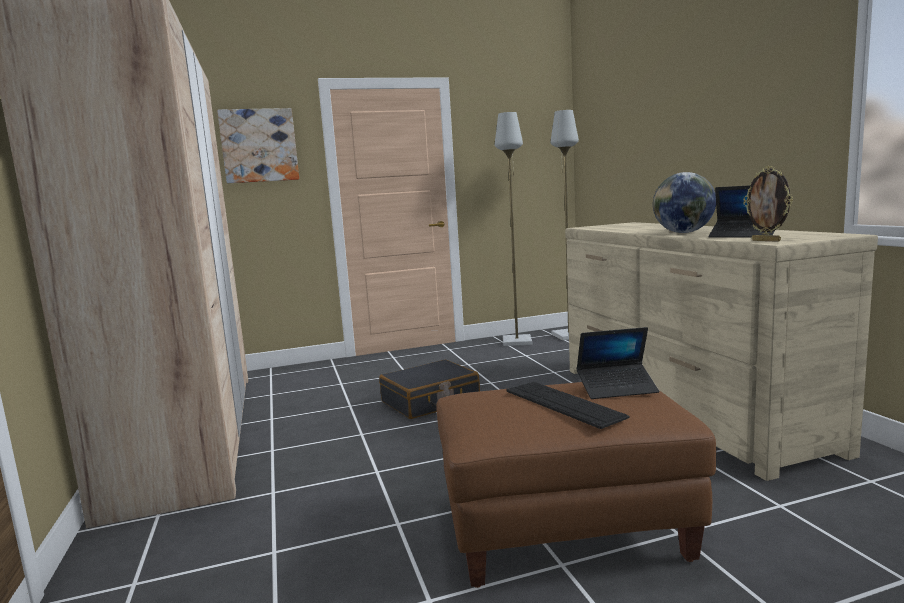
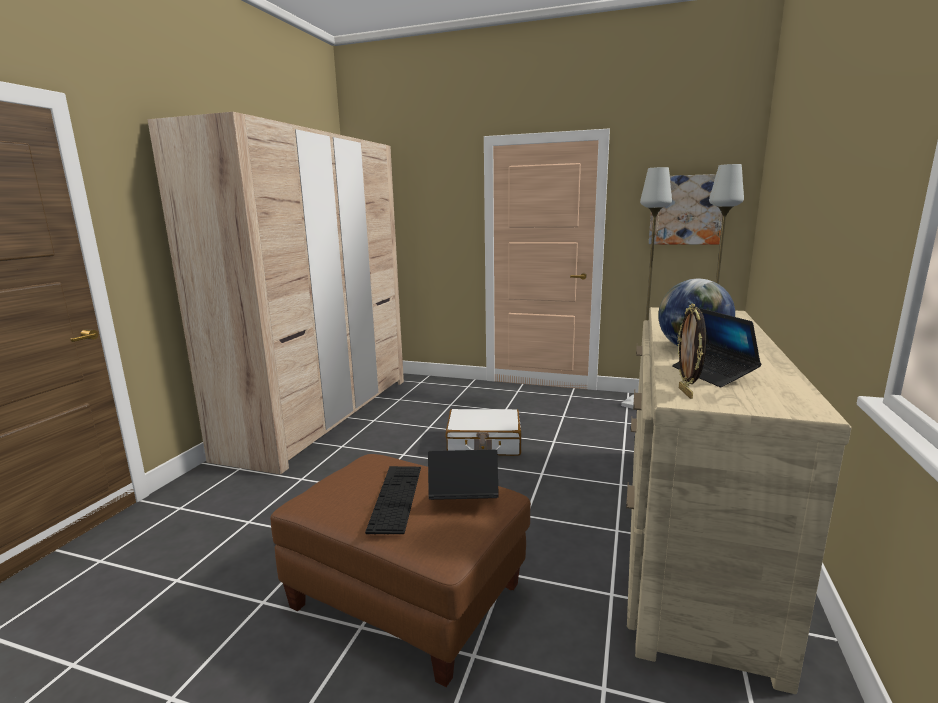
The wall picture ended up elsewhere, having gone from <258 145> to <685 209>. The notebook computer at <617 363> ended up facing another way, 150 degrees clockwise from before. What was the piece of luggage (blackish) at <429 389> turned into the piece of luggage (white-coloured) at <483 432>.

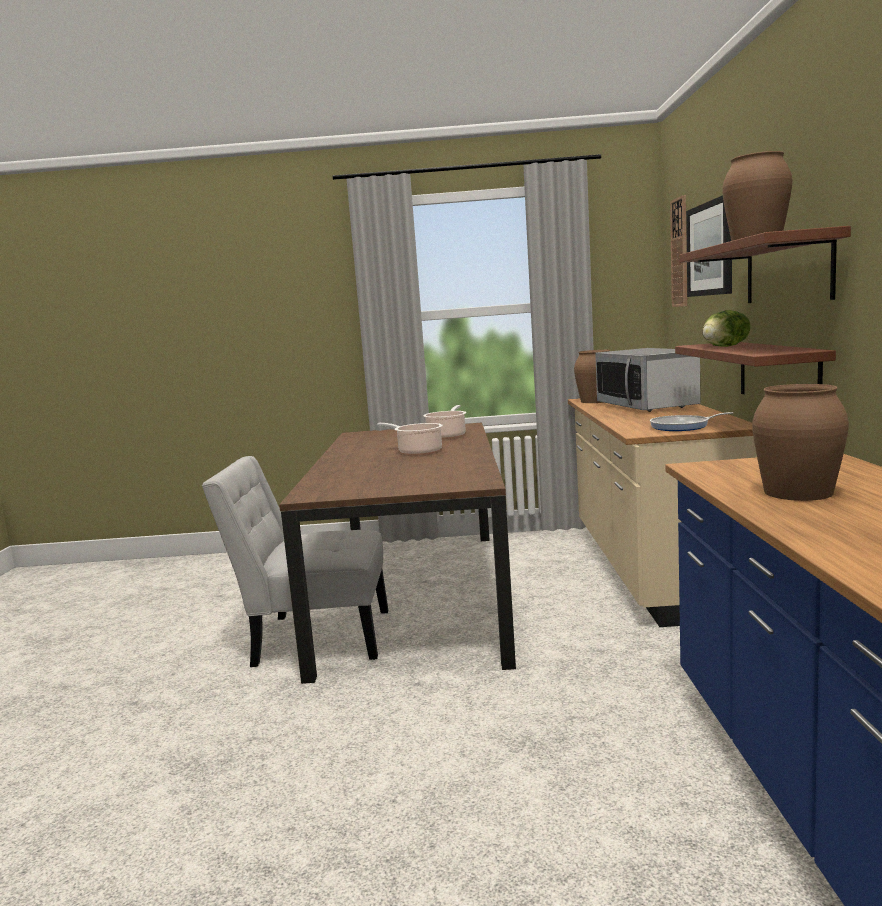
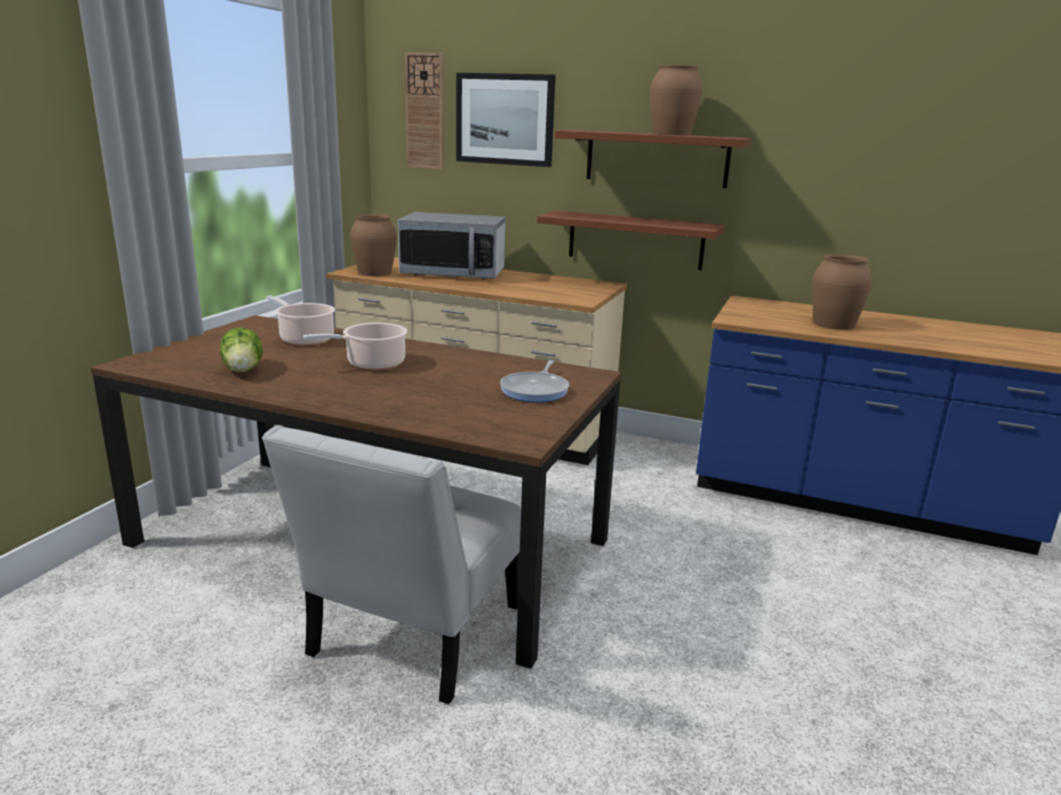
The lettuce ended up elsewhere, having gone from <726 328> to <241 349>. The skillet ended up elsewhere, having gone from <691 421> to <534 381>.

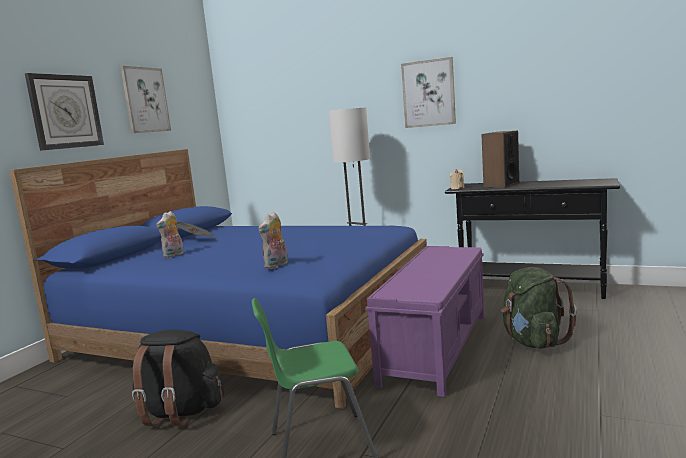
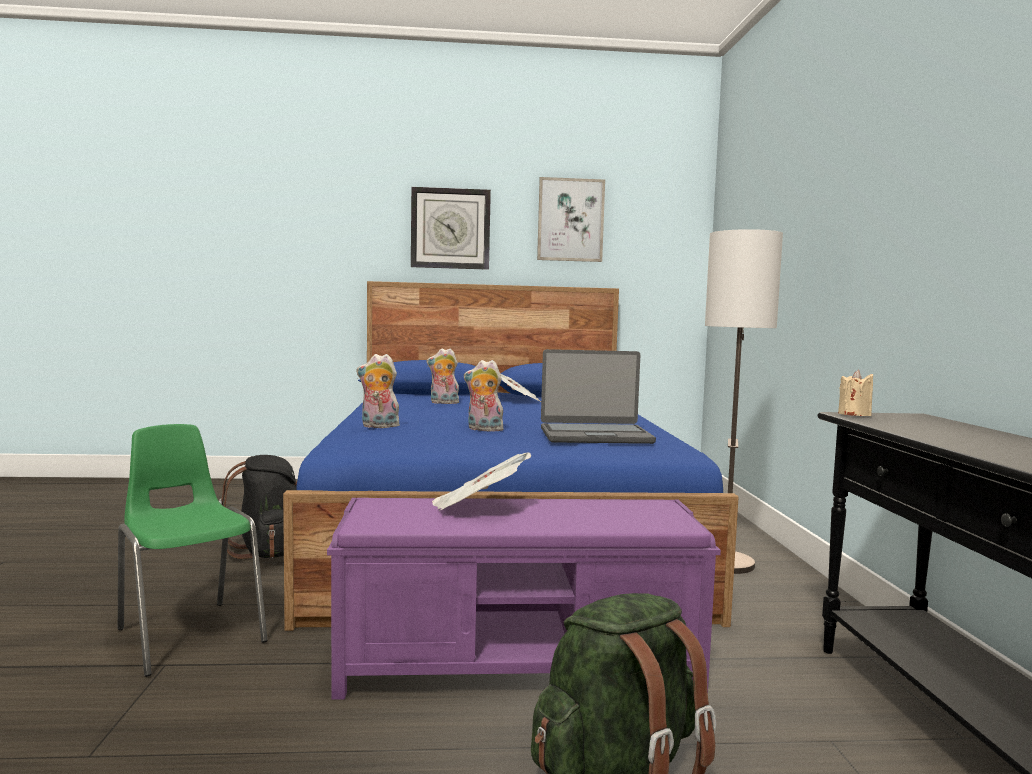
The second view lost the wall picture at <428 92>. The second view lost the speaker at <500 159>. The second view gained the notebook computer at <598 396>. The second view gained the cuddly toy at <484 396>. The second view gained the daily paper at <481 482>.

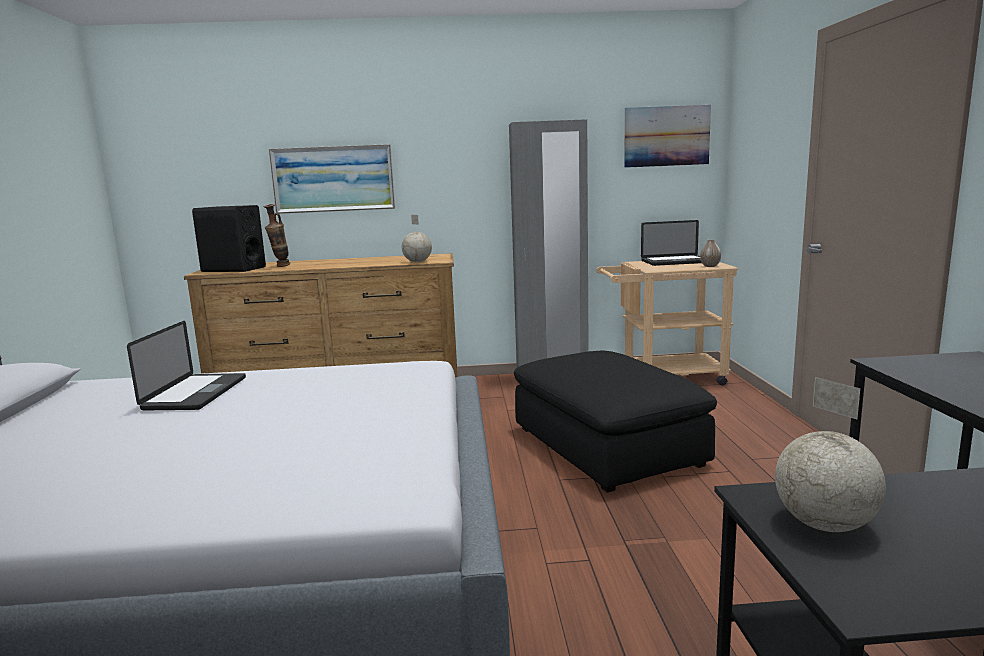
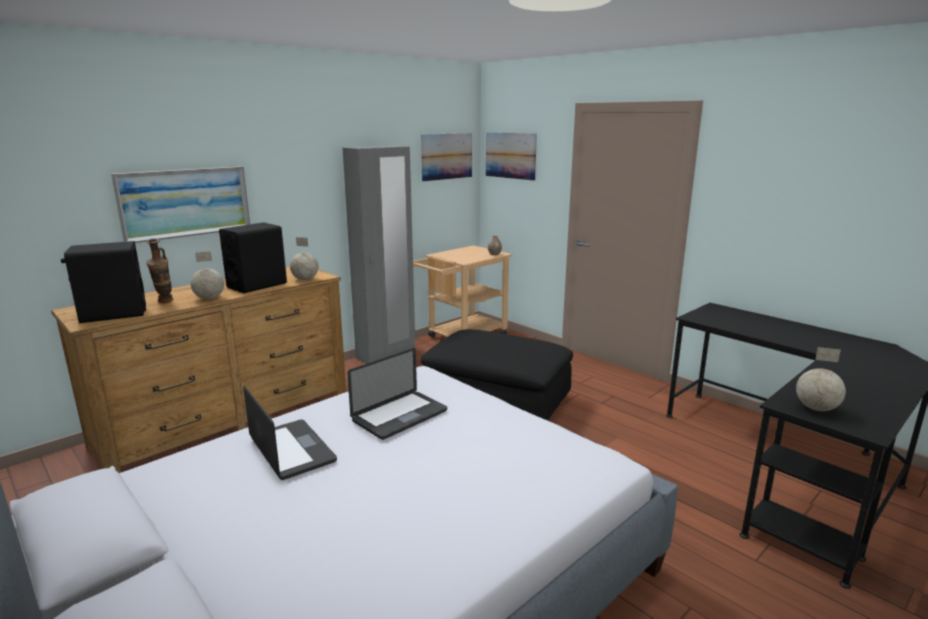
The notebook computer ended up elsewhere, having gone from <671 243> to <397 394>. The second view gained the wall picture at <511 156>. The second view gained the speaker (blackish) at <253 257>. The second view gained the desk globe at <207 275>.

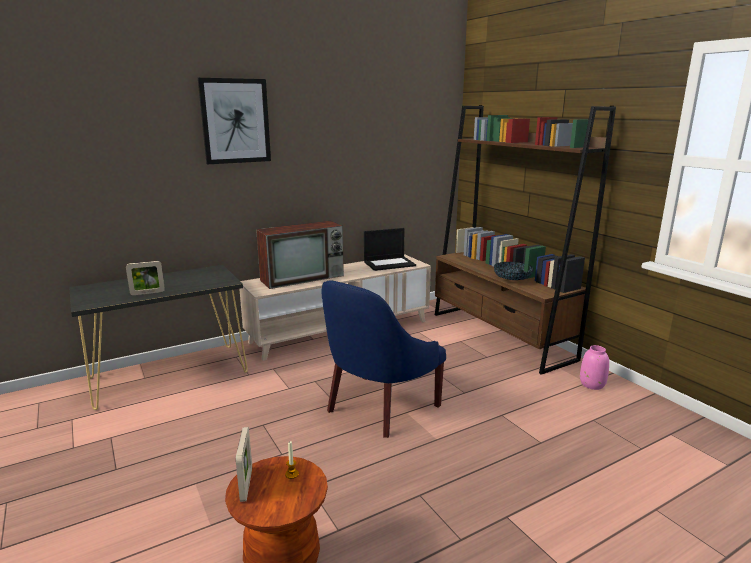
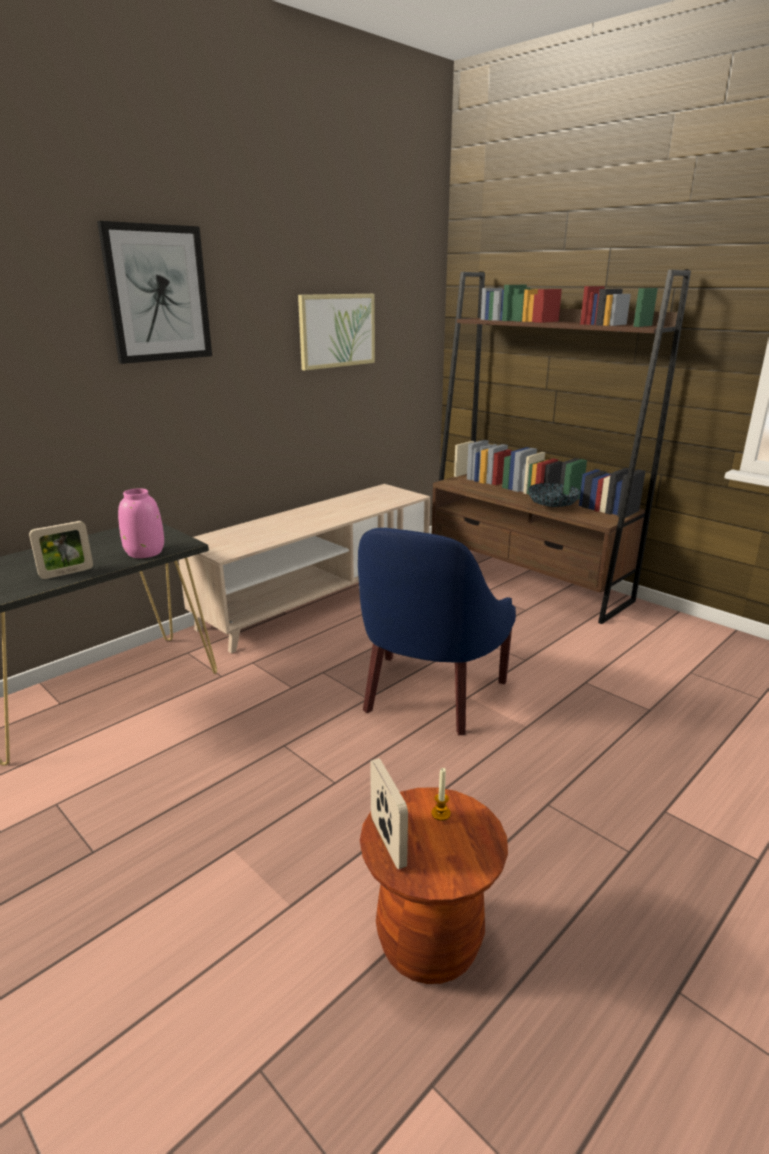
The second view lost the TV at <300 255>. The second view lost the notebook computer at <390 249>. The decorative vase (pink) ended up elsewhere, having gone from <594 367> to <141 523>. The second view gained the wall picture at <336 332>.

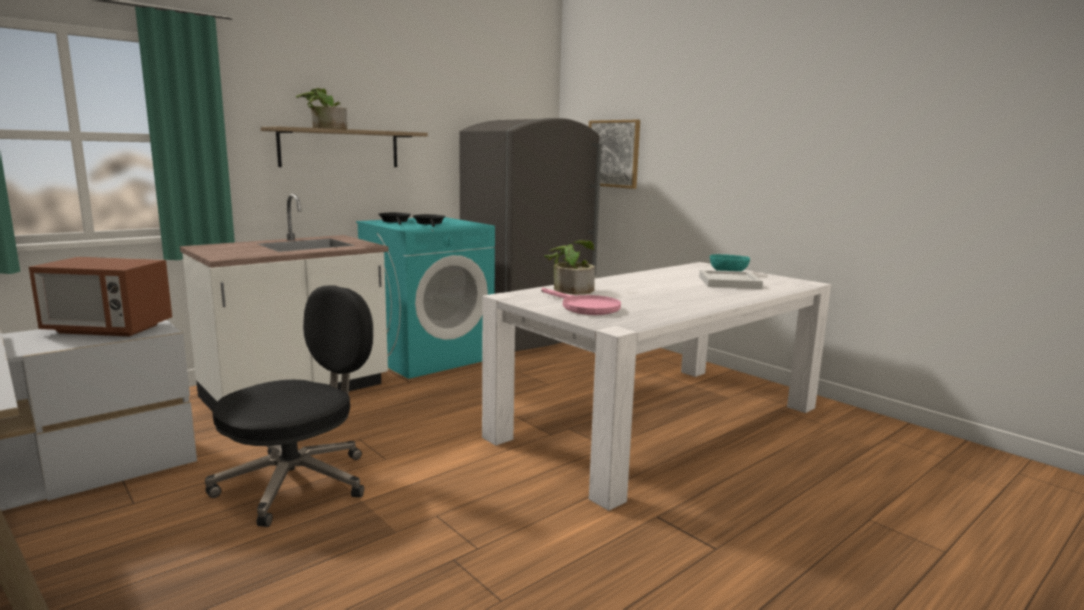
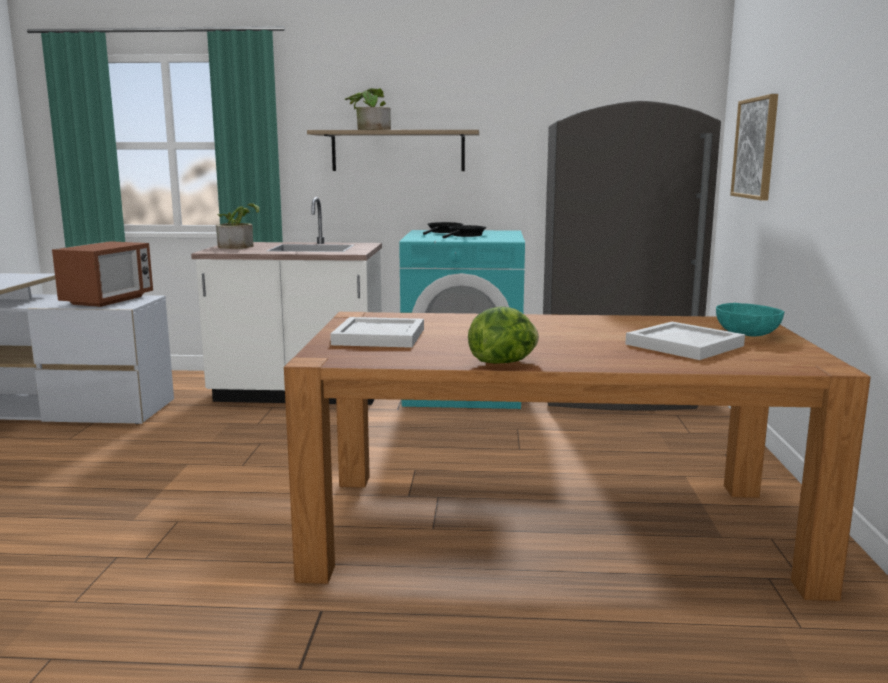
The houseplant ended up elsewhere, having gone from <569 267> to <238 226>. The kitchen microwave at <100 296> ended up facing another way, 120 degrees counterclockwise from before. What was the dining table (white-coloured) at <656 386> turned into the dining table (brown-coloured) at <577 456>. The second view lost the desk chair (blackish) at <289 406>. Where the skillet (pink) stood at <581 301>, the serving tray (white-coloured) came to stand at <377 332>. The second view gained the lettuce at <503 335>.

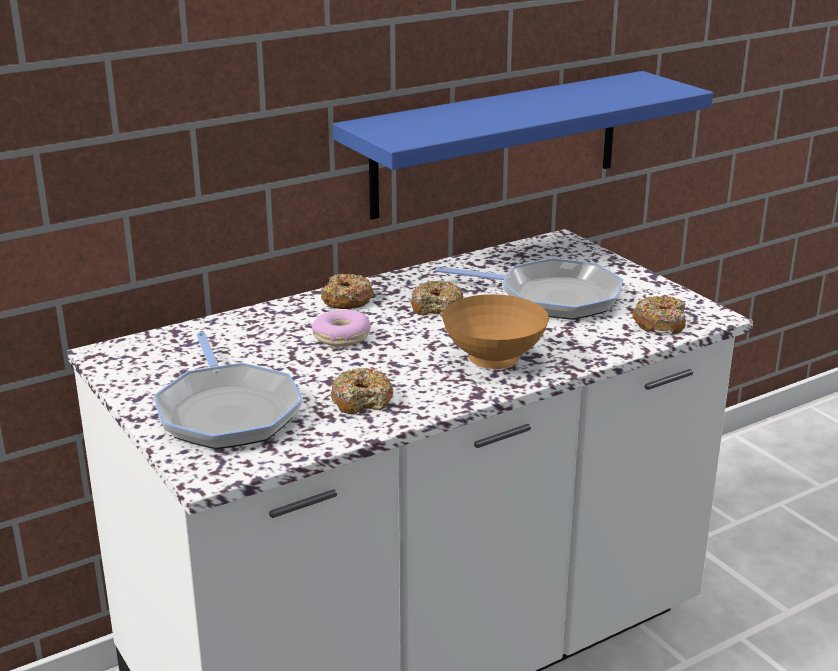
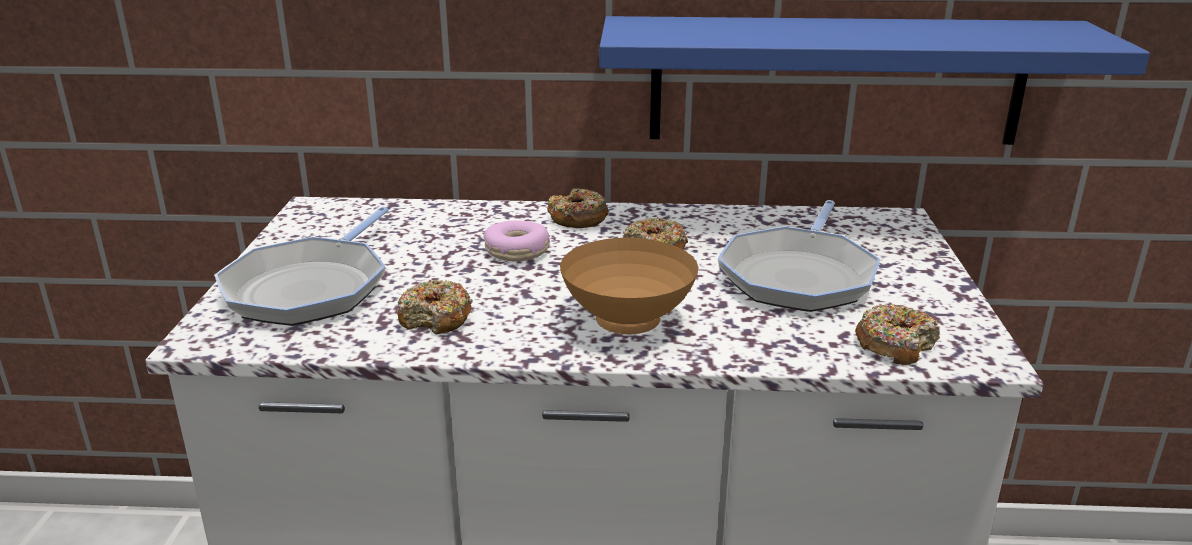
The skillet at <530 289> ended up facing another way, 60 degrees clockwise from before.

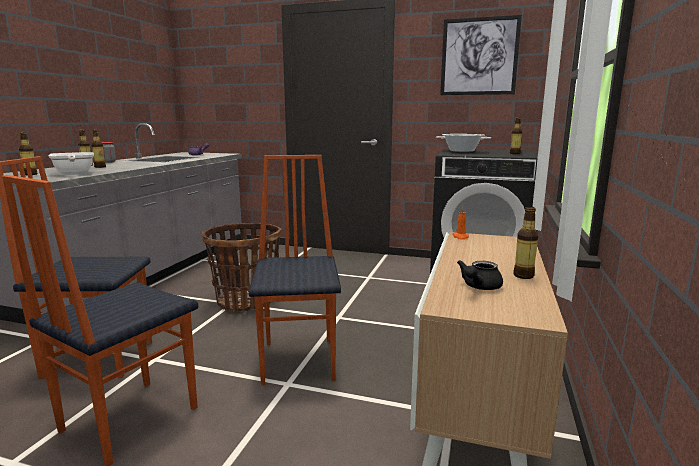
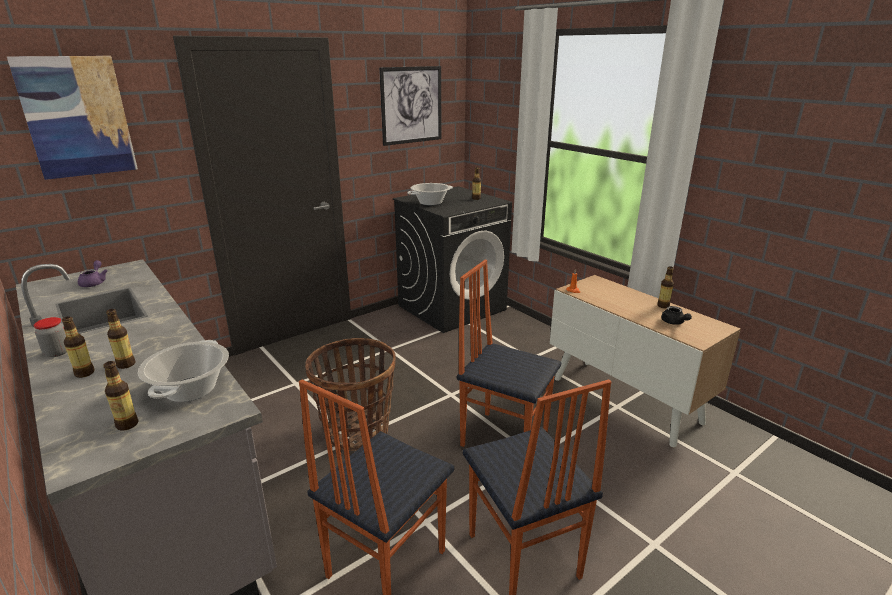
Where the skillet stood at <71 163>, the stockpot came to stand at <183 371>. The second view gained the wall picture at <72 118>.

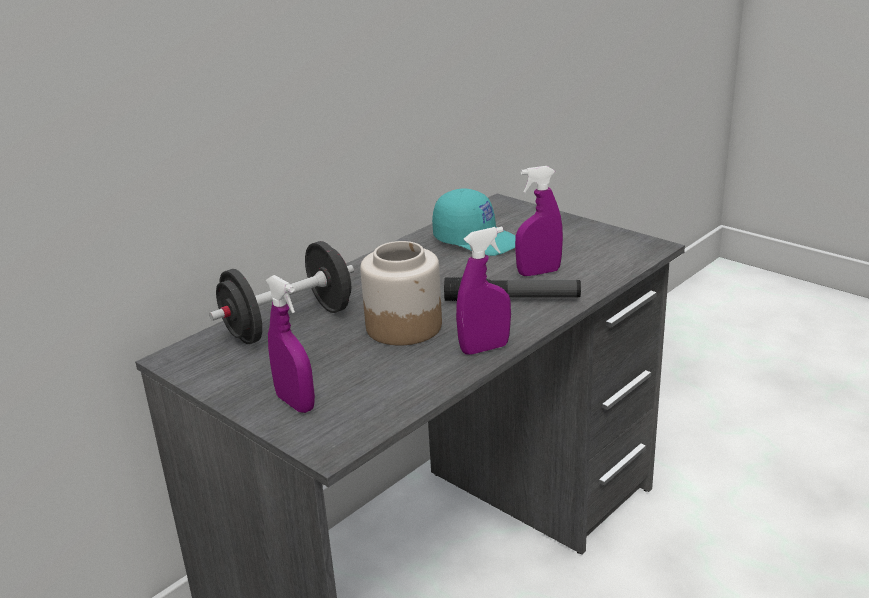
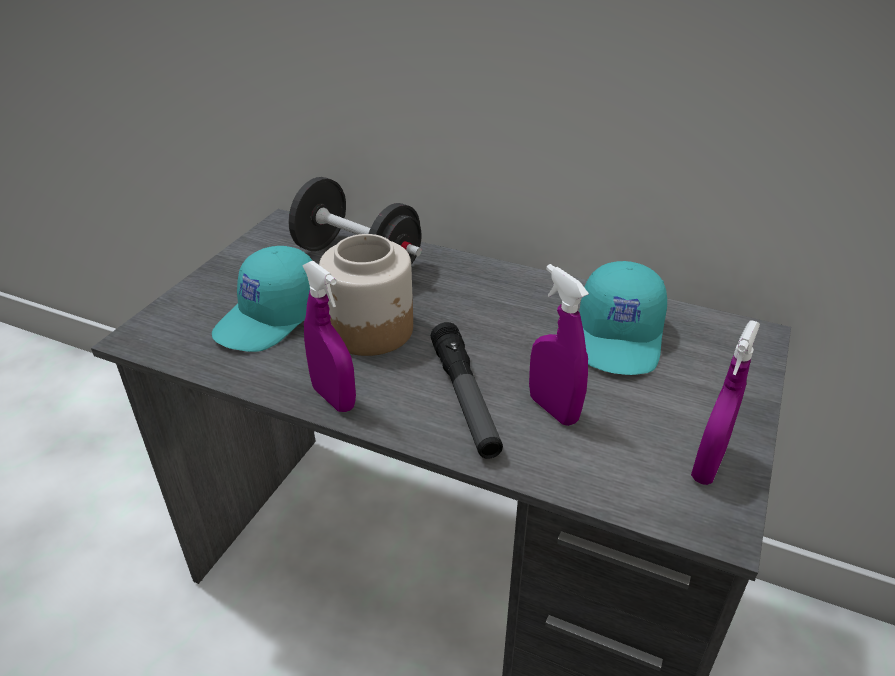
The sprayer (purple) ended up elsewhere, having gone from <290 344> to <725 402>. The second view gained the baseball cap (blue-green) at <262 299>.

